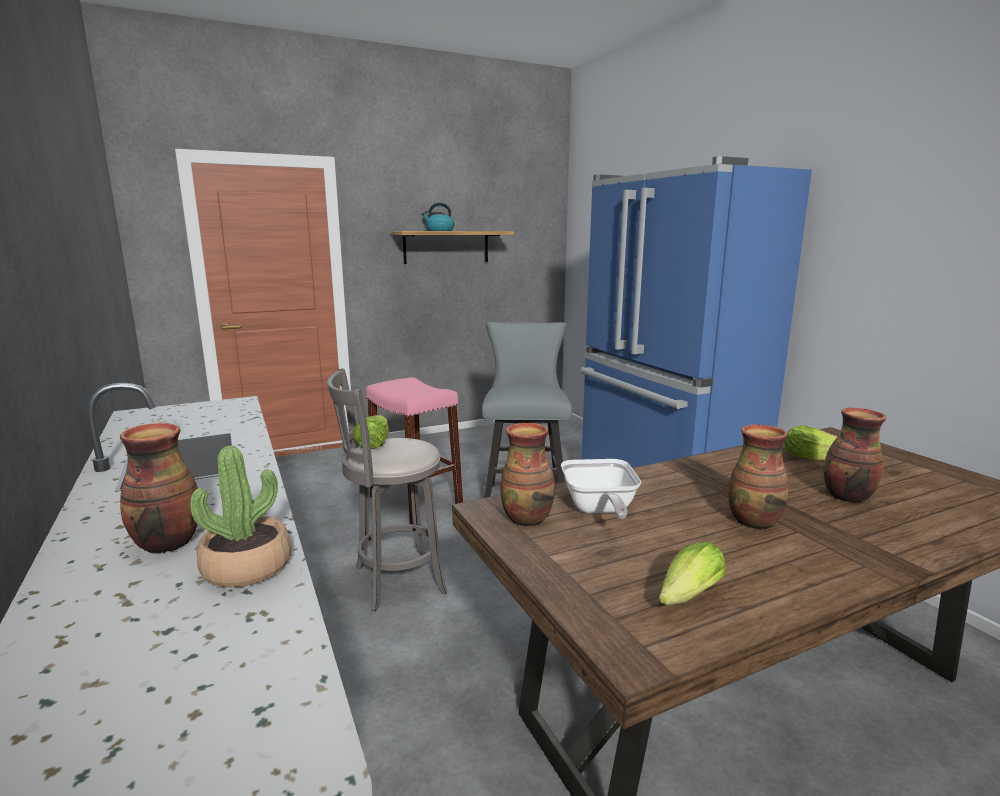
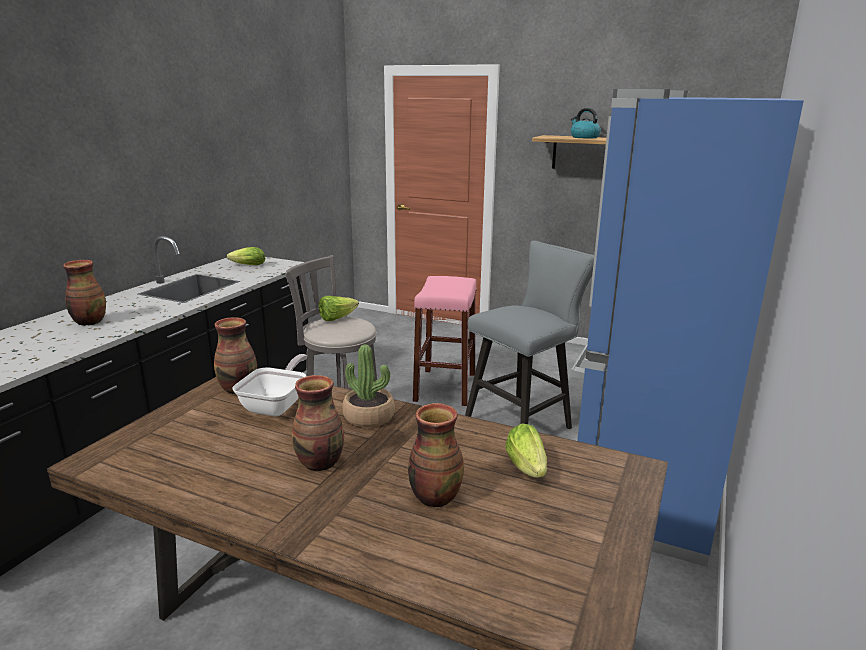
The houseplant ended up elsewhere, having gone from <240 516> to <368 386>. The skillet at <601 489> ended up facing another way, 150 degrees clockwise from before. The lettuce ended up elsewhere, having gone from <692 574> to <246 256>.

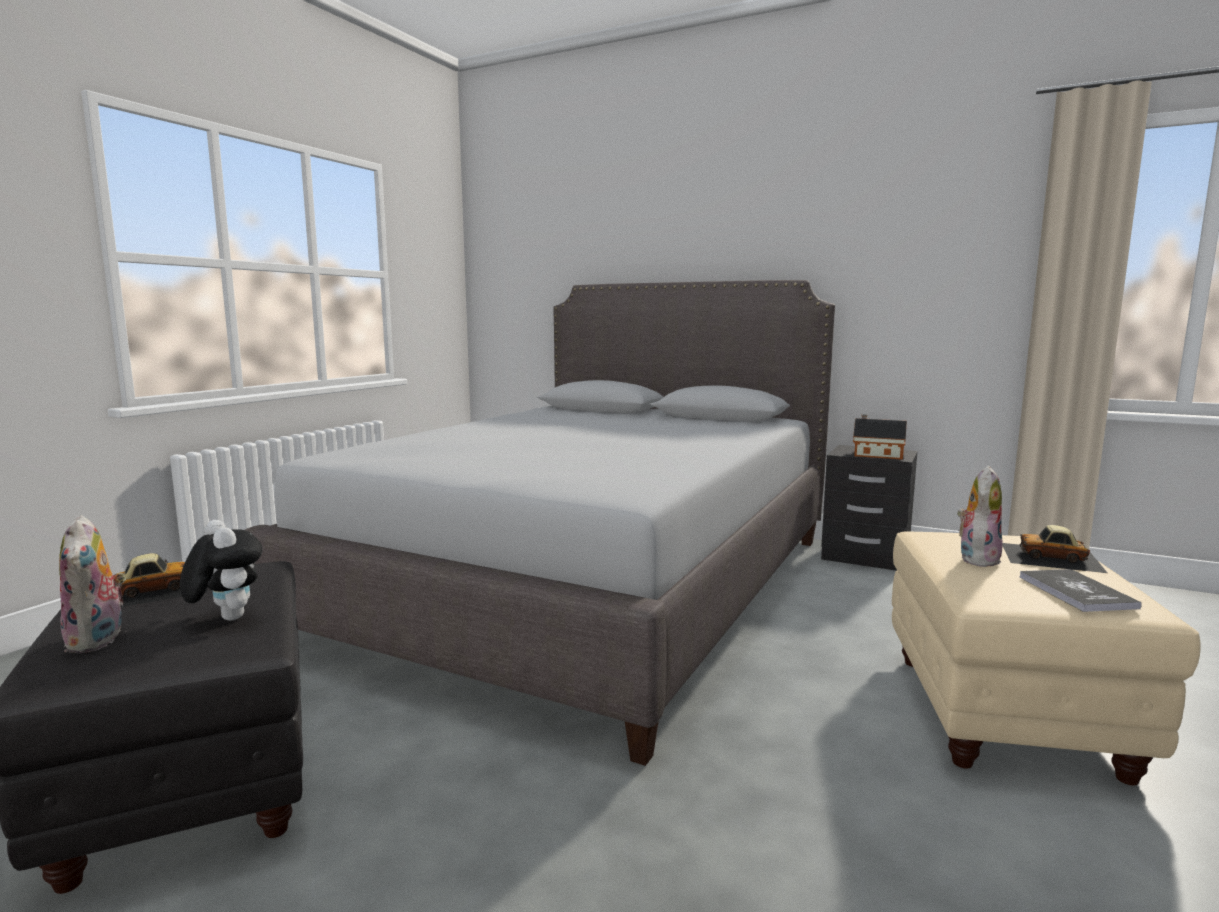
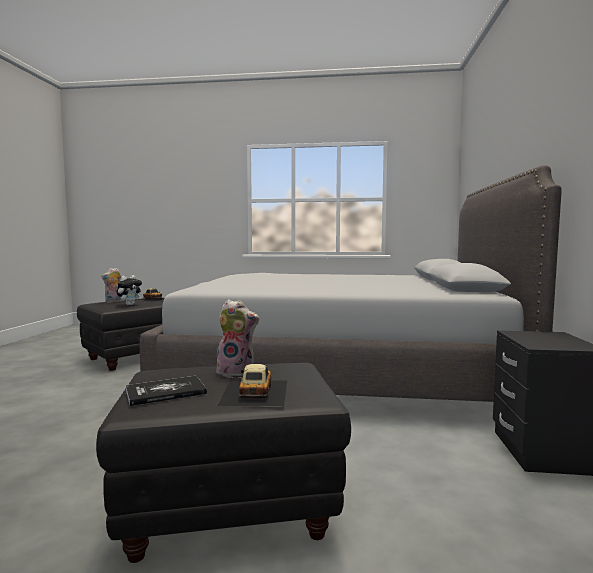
The second view lost the model house at <880 437>. What was the ottoman (sand-coloured) at <1046 658> turned into the ottoman (blackish) at <223 463>.

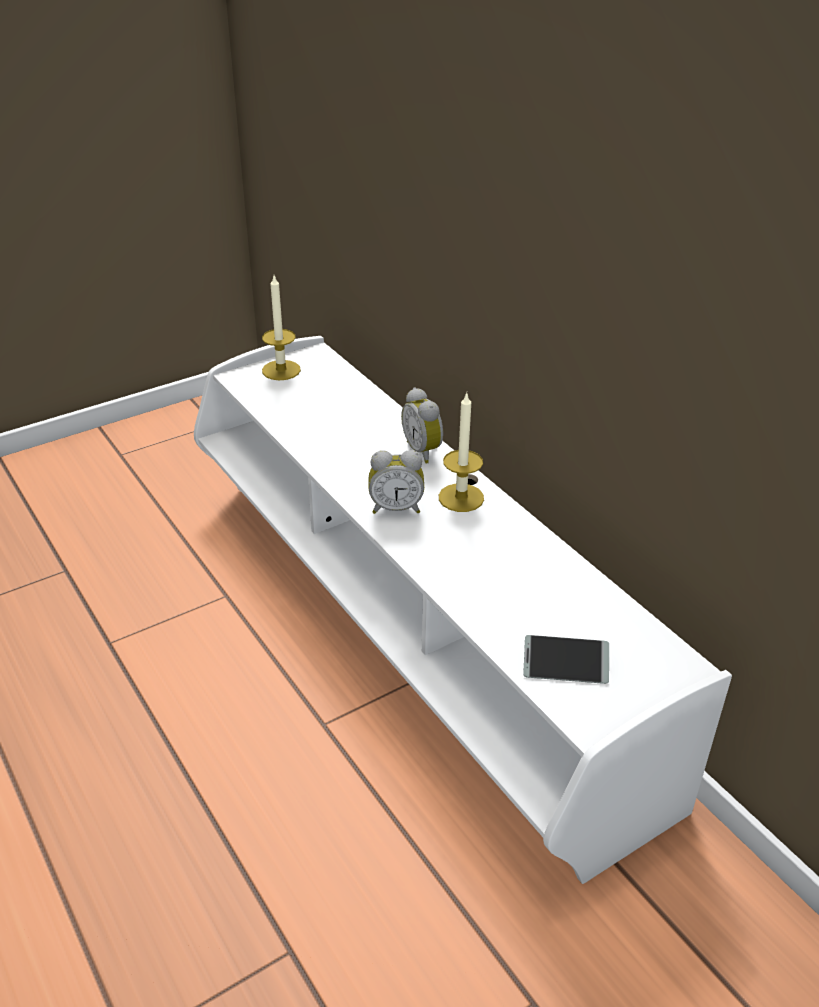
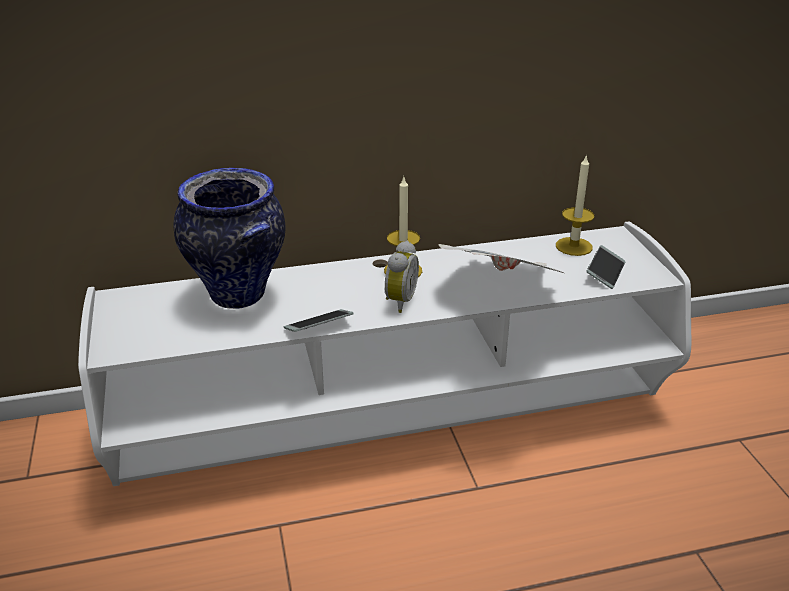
The wax candle ended up elsewhere, having gone from <281 328> to <575 205>. The second view lost the alarm clock at <422 426>. The second view gained the decorative vase at <230 238>. The second view gained the daily paper at <500 258>. The second view gained the phone at <319 320>.

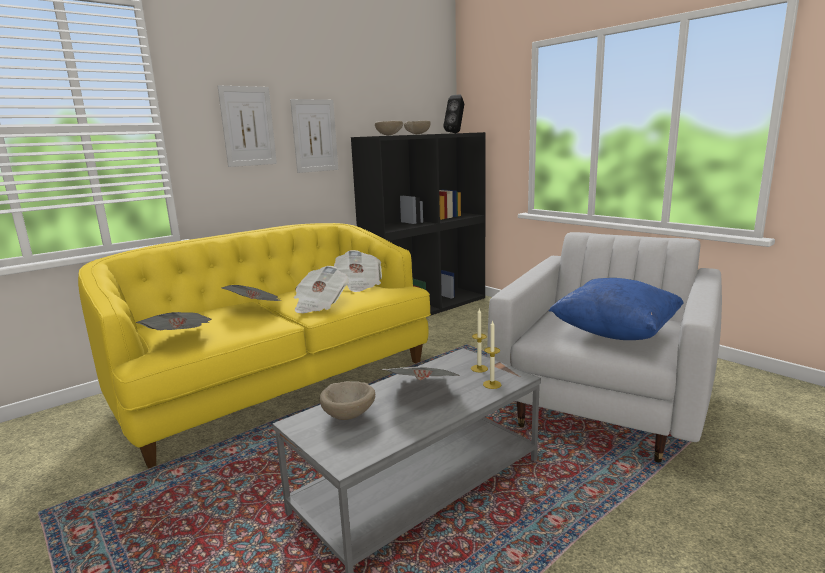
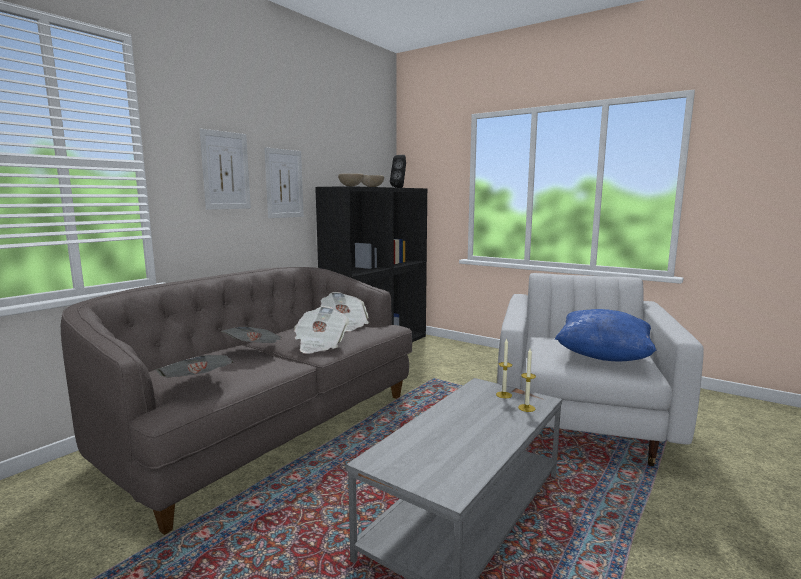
What was the couch (yellowish) at <254 345> turned into the couch (grey) at <236 401>. The second view lost the daily paper at <420 373>. The second view lost the serving bowl (sand-coloured) at <347 400>.

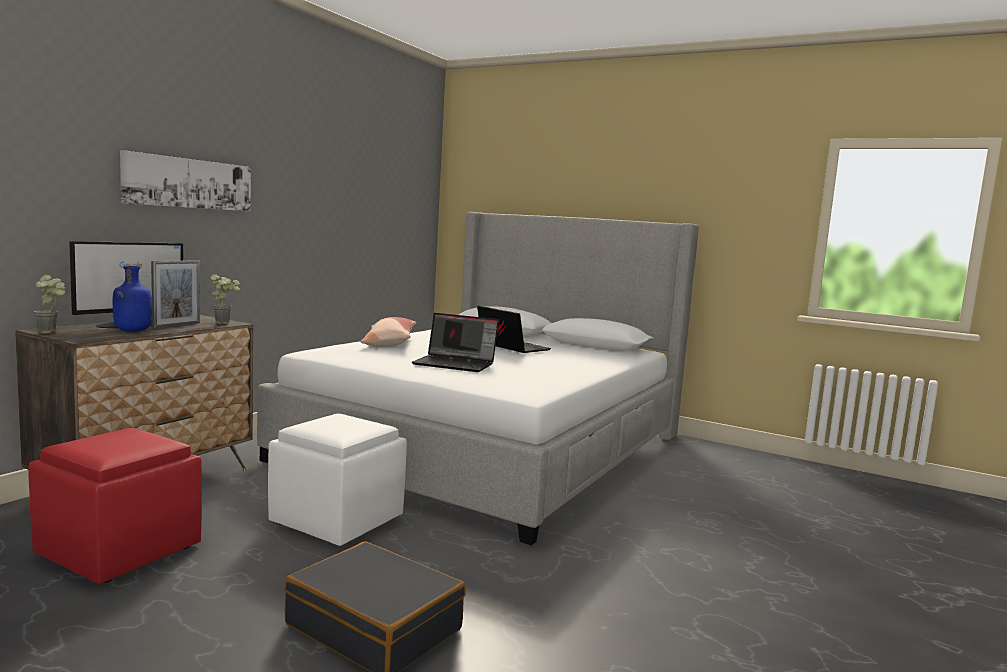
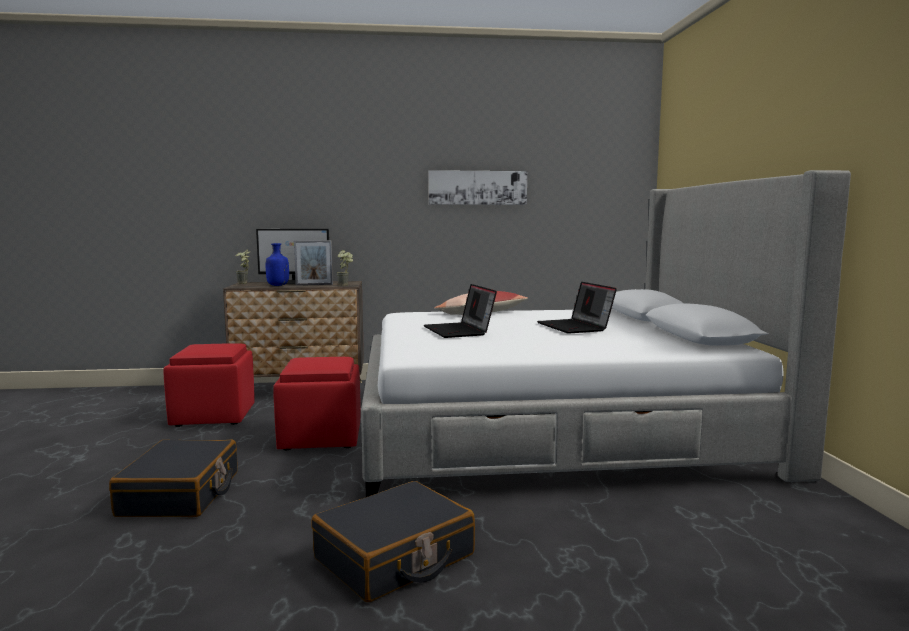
The wall picture ended up elsewhere, having gone from <185 180> to <477 187>. The notebook computer at <514 329> ended up facing another way, 150 degrees clockwise from before. What was the ottoman (white-coloured) at <337 479> turned into the ottoman (red-coloured) at <316 403>. The second view gained the piece of luggage (blackish) at <393 541>.

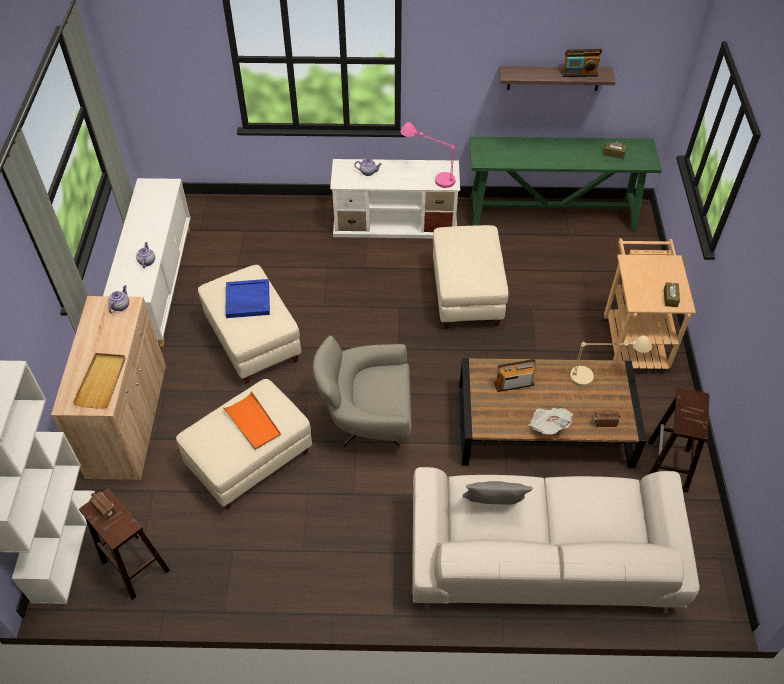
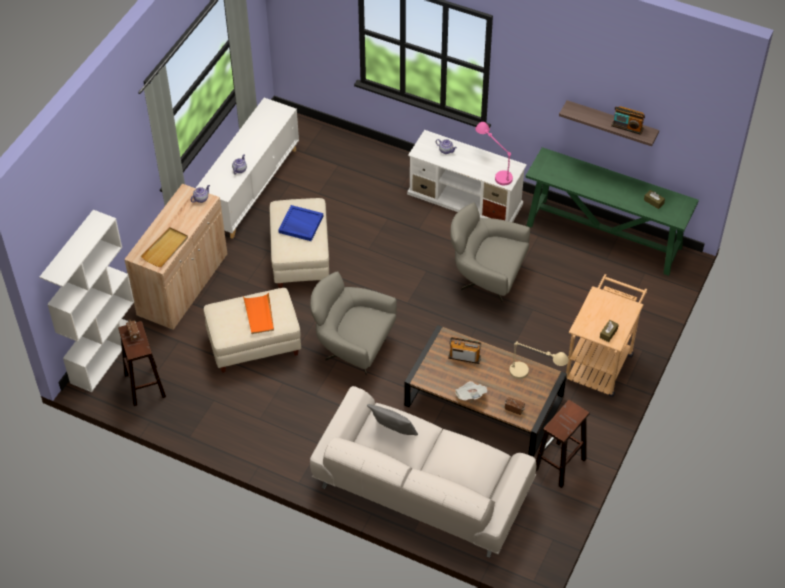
Where the ottoman (sand-coloured) stood at <471 277>, the easy chair (grey) came to stand at <490 252>.

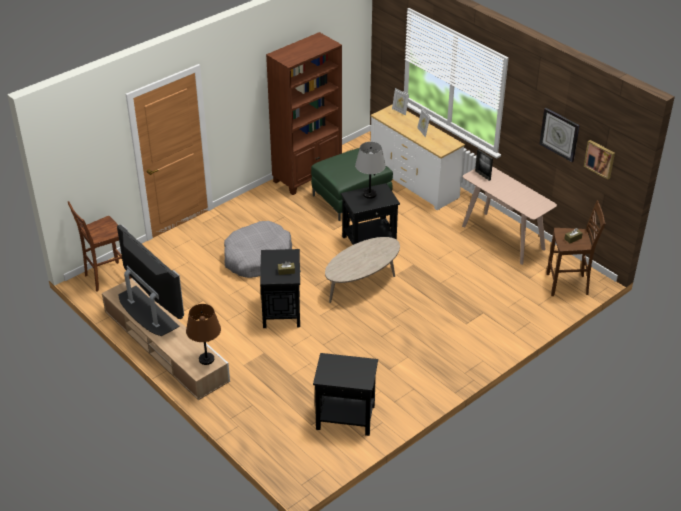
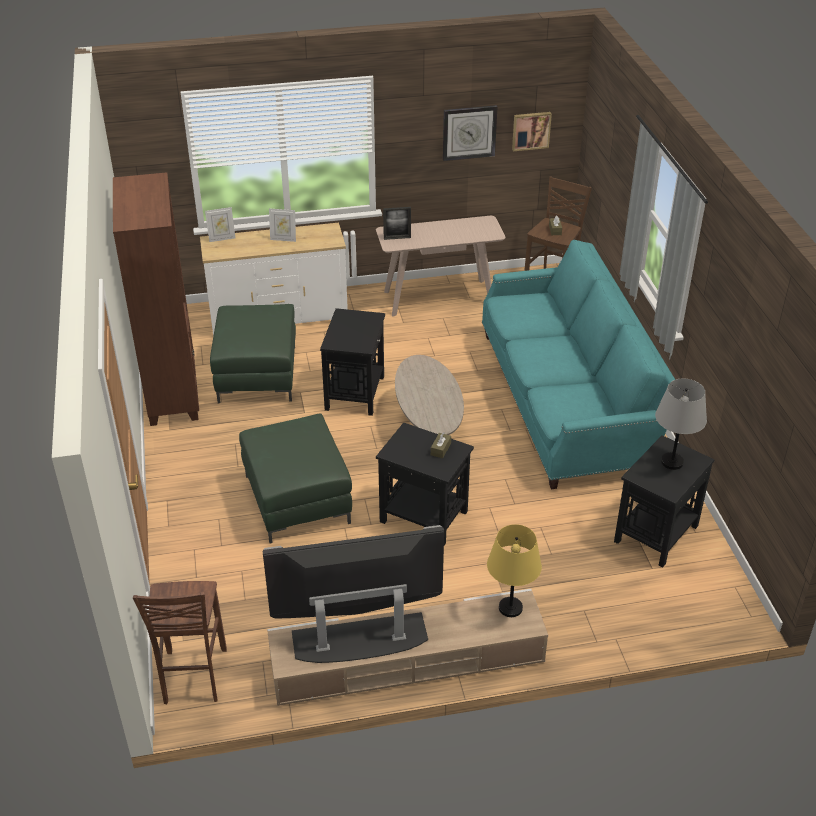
The tabletop lamp (grey) ended up elsewhere, having gone from <370 170> to <681 424>. Where the dog cushion (grey) stood at <258 249>, the ottoman (green) came to stand at <295 478>. What was the tabletop lamp (brown-coloured) at <203 334> turned into the tabletop lamp (yellowish) at <514 570>. The second view gained the couch (blue-green) at <578 364>.

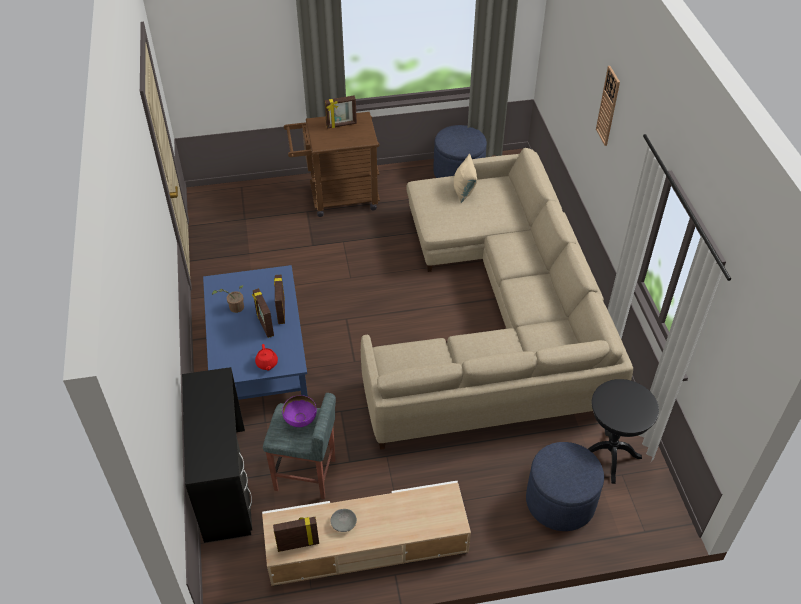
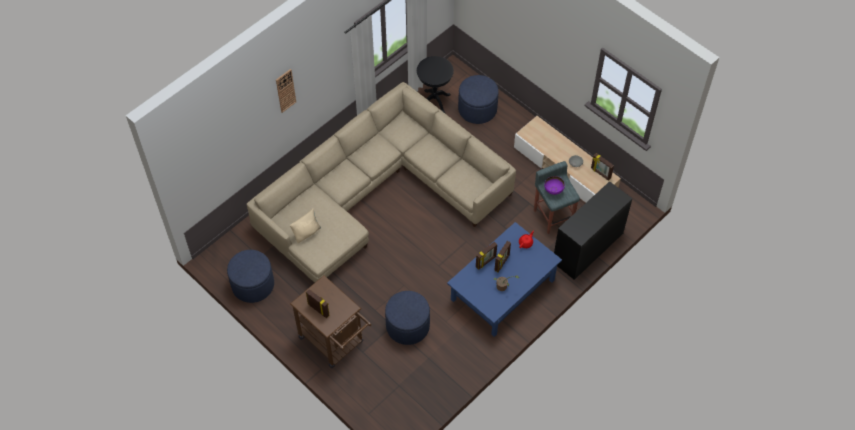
The second view gained the ottoman (blue-coloured) at <407 318>.

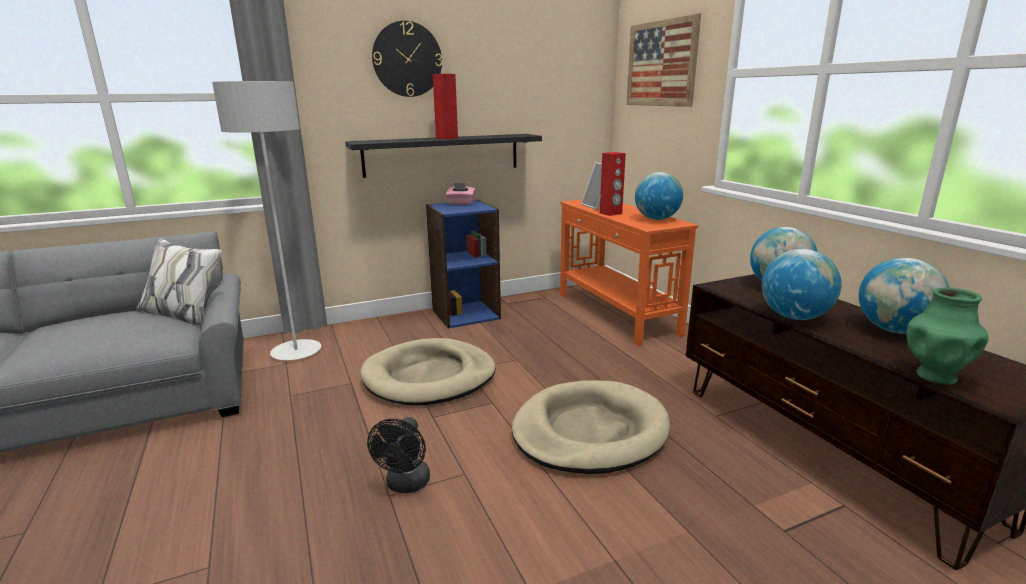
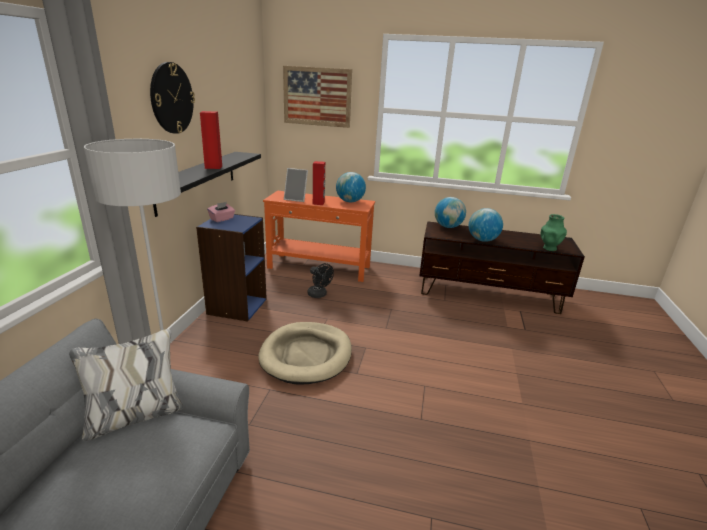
The second view lost the desk globe at <904 296>. The second view lost the dog cushion (sand-coloured) at <591 427>. The fan (blackish) ended up elsewhere, having gone from <398 455> to <321 280>.

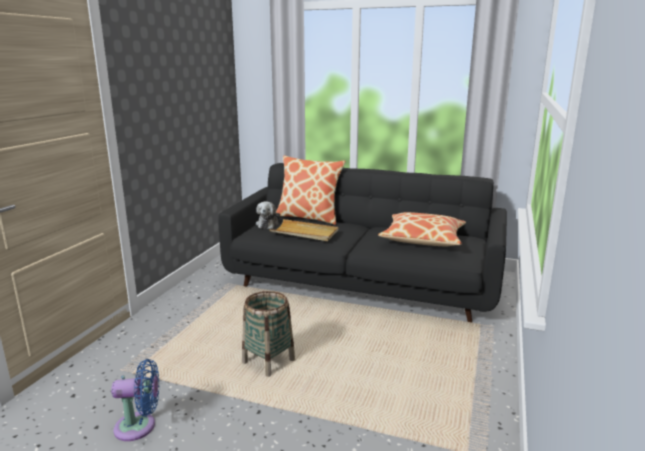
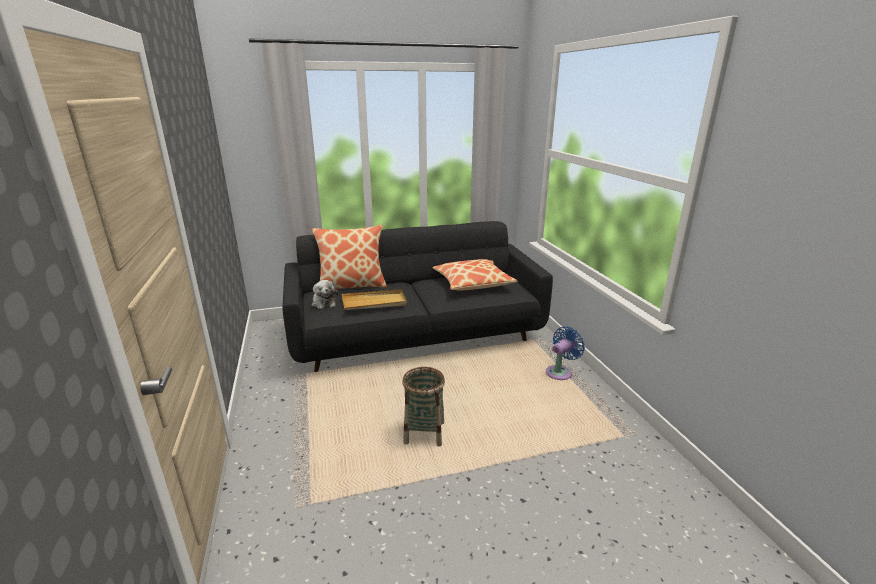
The fan (blue-coloured) ended up elsewhere, having gone from <135 400> to <565 353>.

